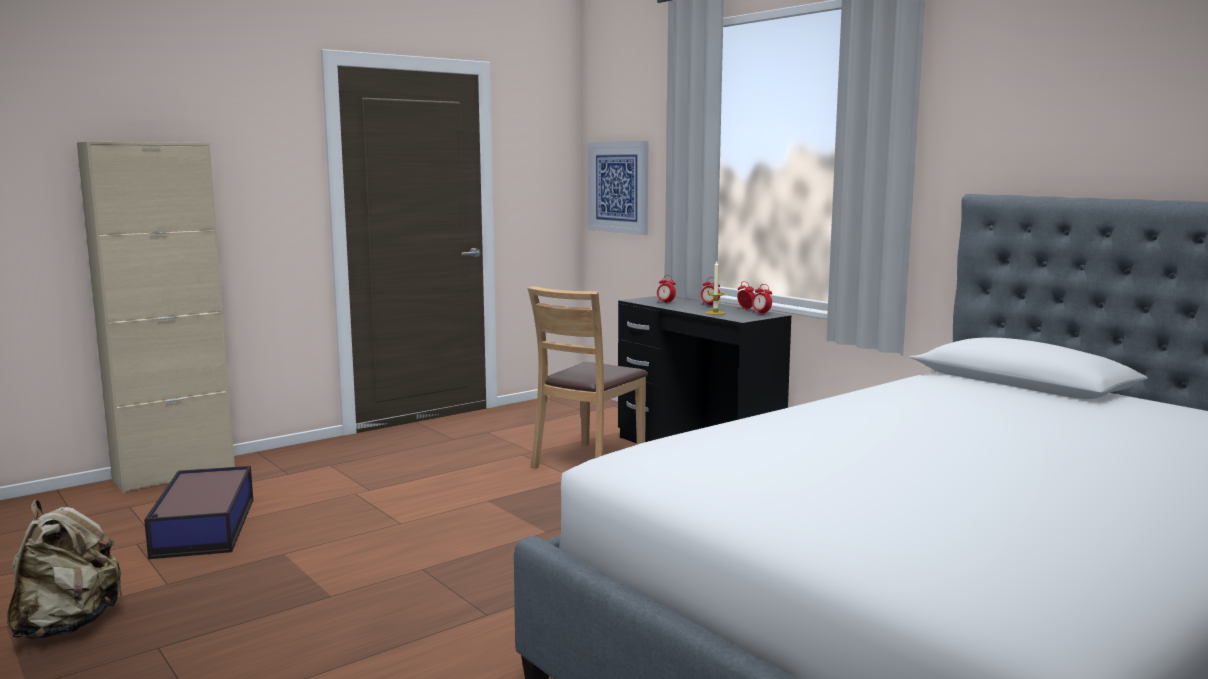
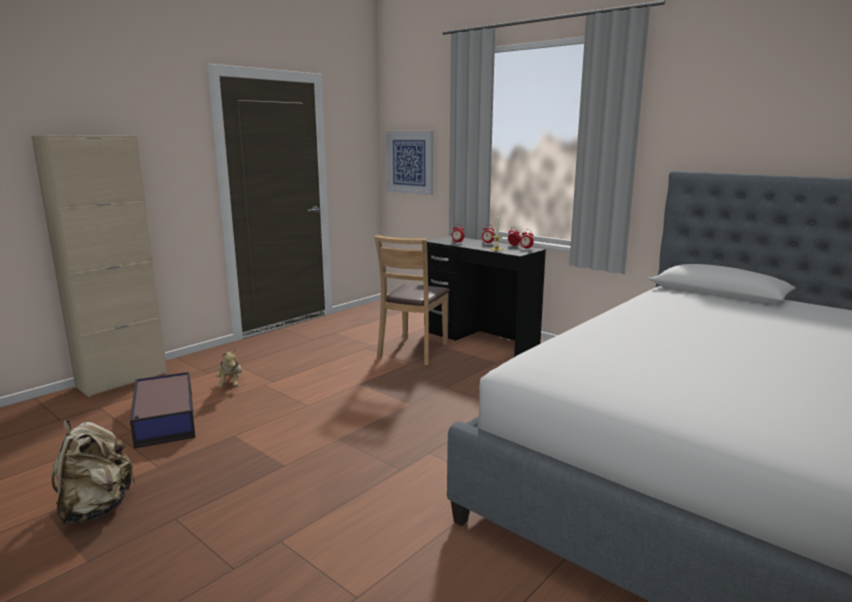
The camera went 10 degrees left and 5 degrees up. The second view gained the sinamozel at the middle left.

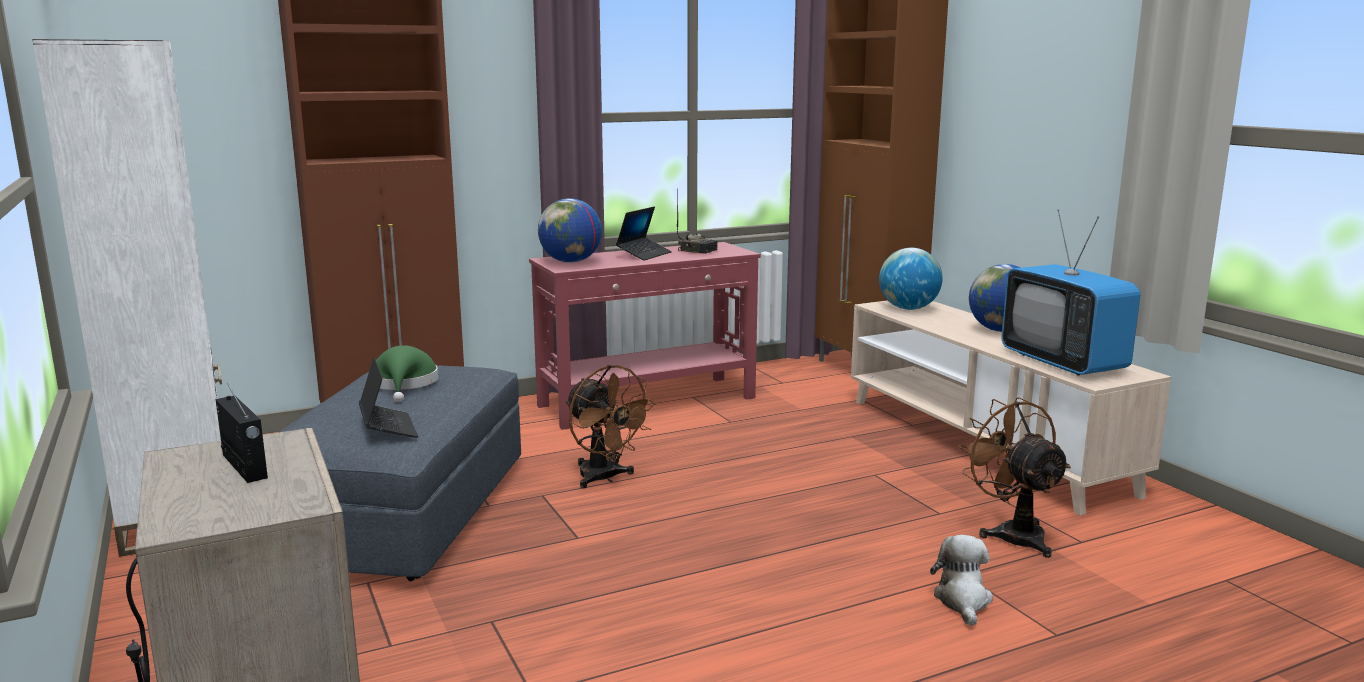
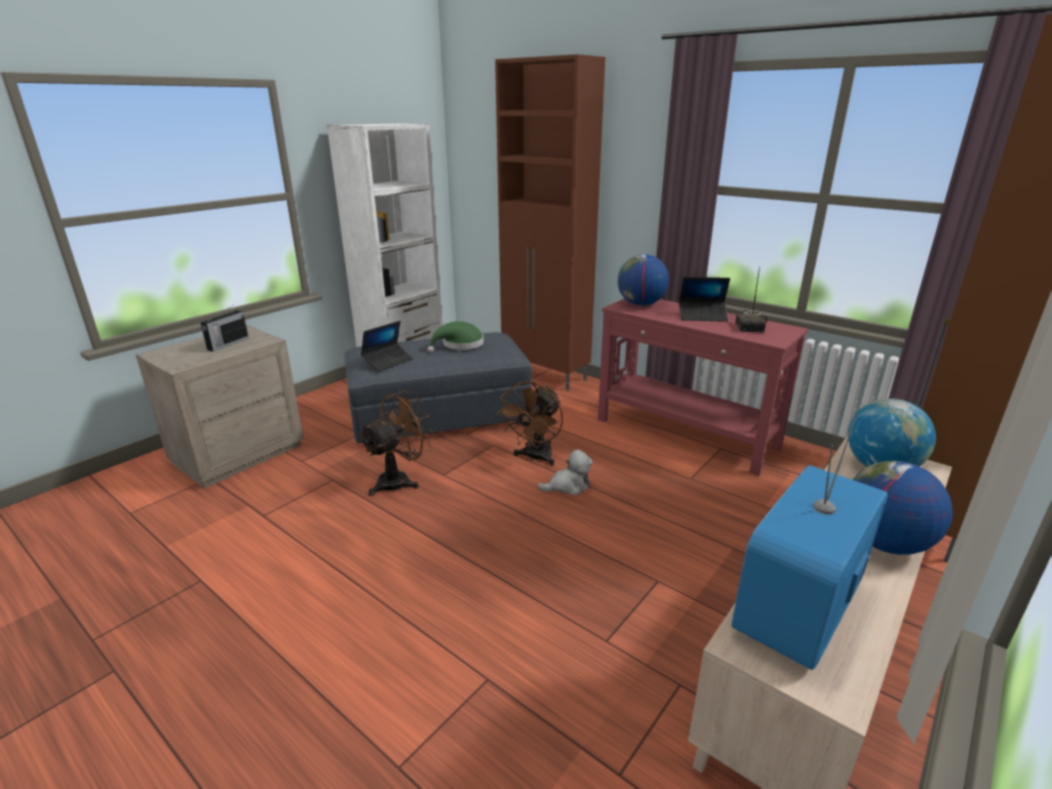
The camera went 65 degrees right and 10 degrees up. The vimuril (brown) (2nd from left in the first image) ended up elsewhere, having gone from the bottom right to the centre. The sinamozel ended up elsewhere, having gone from the bottom right to the centre.

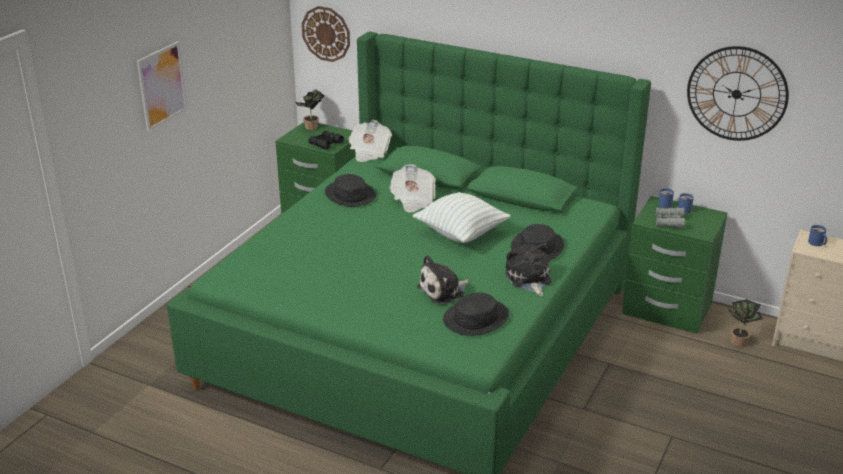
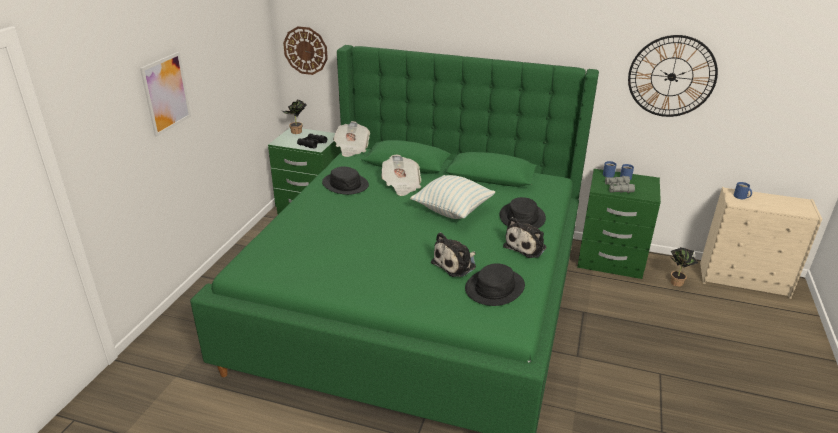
The camera went 10 degrees left and 0 degrees up. The sinamozel (2nd from left) at the centre ended up facing another way, 120 degrees counterclockwise from before.

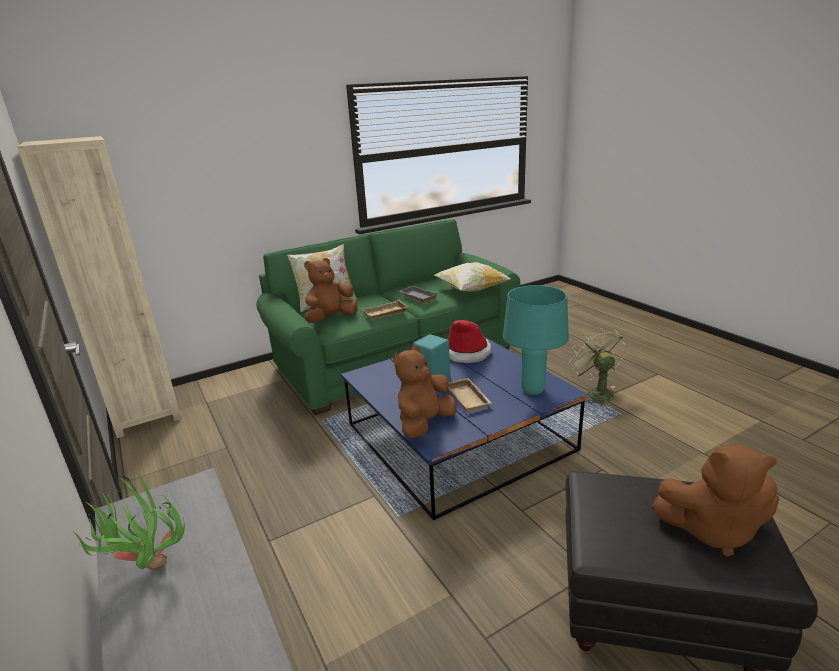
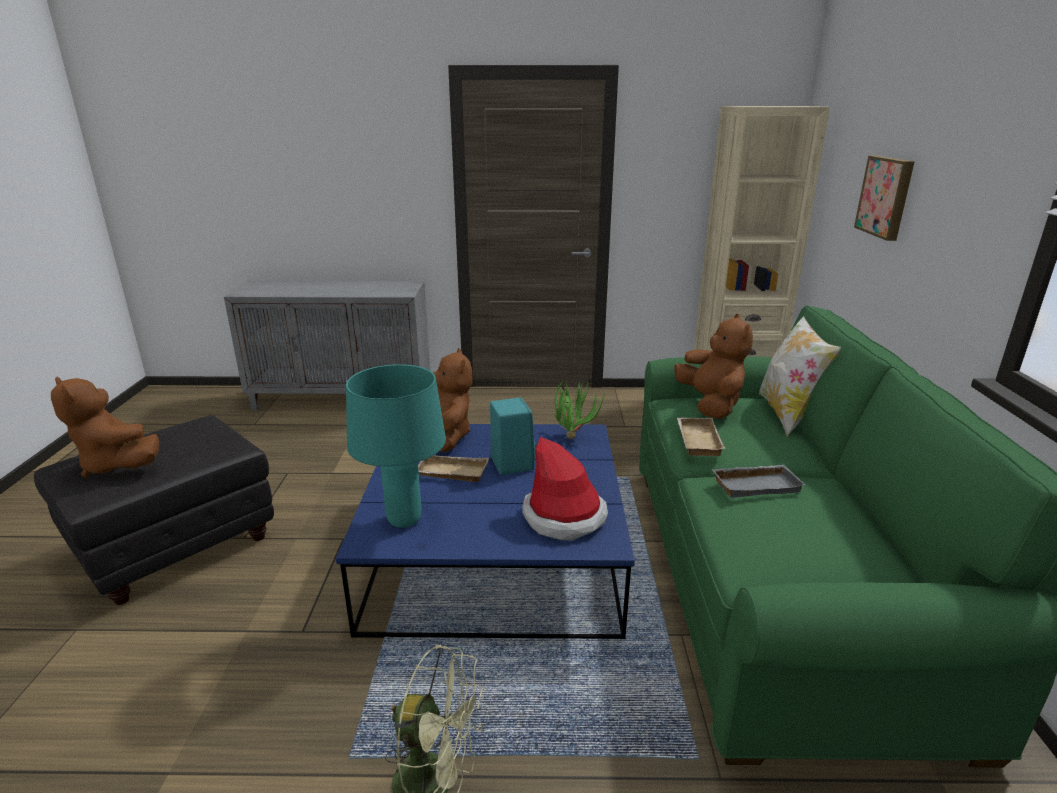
The camera went 120 degrees right and 0 degrees up. The sinamozel (brown) (3rd from left in the first image) at the bottom right ended up facing another way, 90 degrees counterclockwise from before. The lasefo ended up elsewhere, having gone from the bottom left to the centre. The second view gained the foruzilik at the top right. The second view lost the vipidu (2nd from left) at the centre.

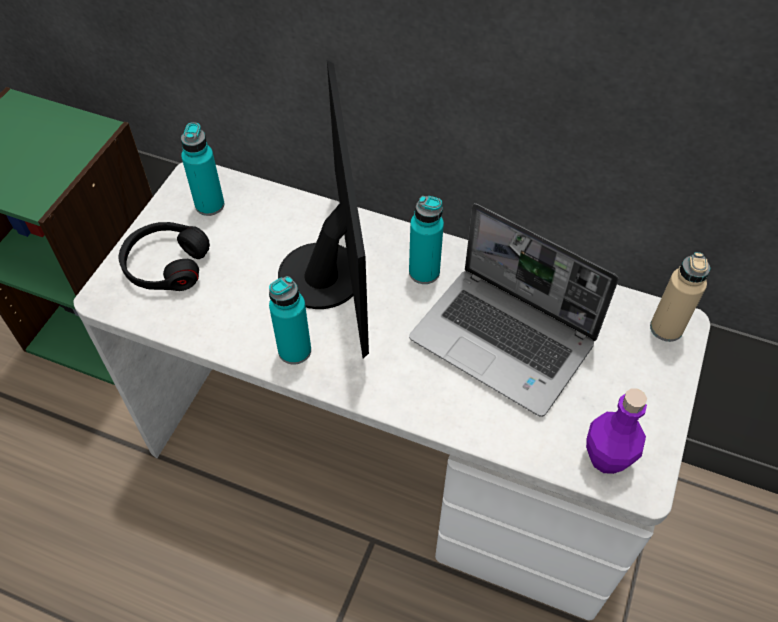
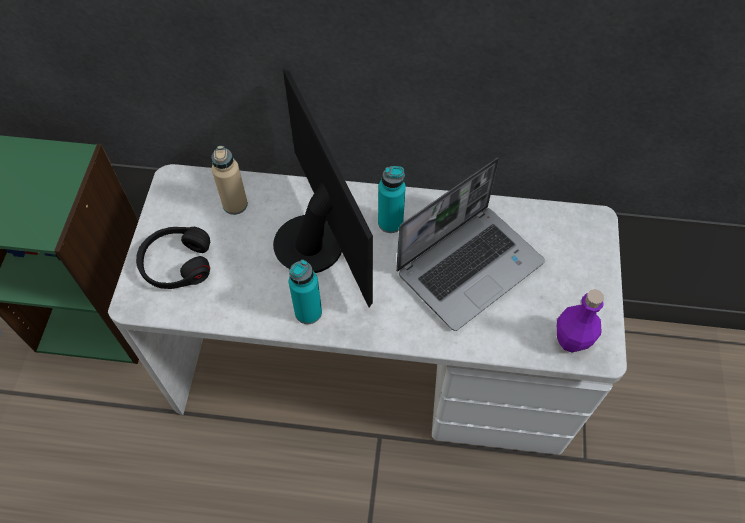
The camera went 15 degrees left and 5 degrees up. The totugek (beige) ended up elsewhere, having gone from the middle right to the middle left. The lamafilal at the centre ended up facing another way, 60 degrees counterclockwise from before. The second view lost the totugek (turquoise) (1st from left) at the top left.

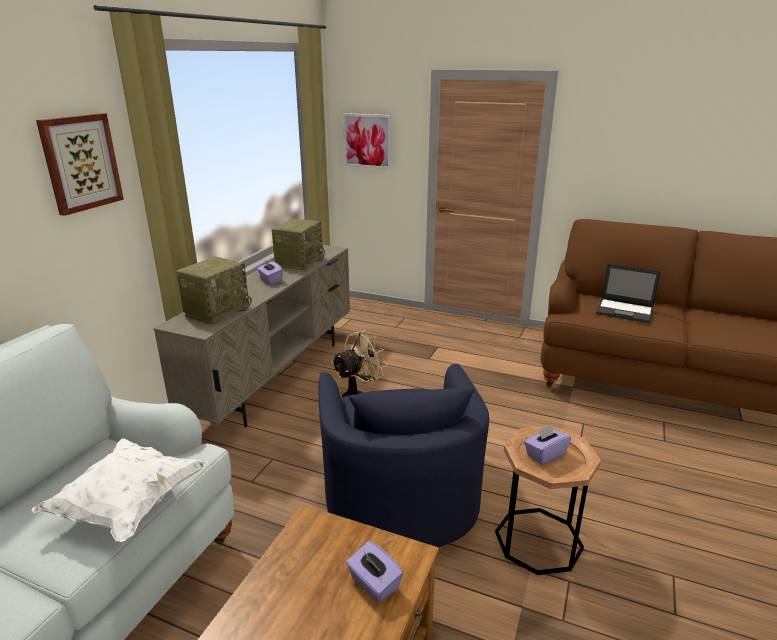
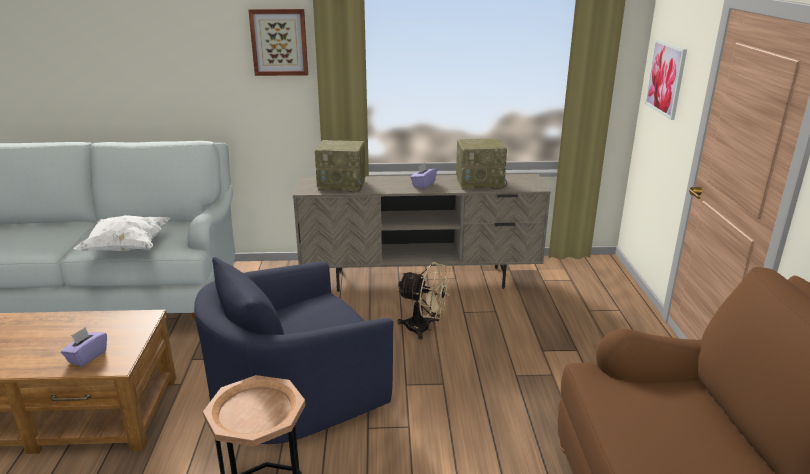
The camera went 65 degrees right and 0 degrees up. The second view lost the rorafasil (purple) (3rd from left) at the bottom right. The second view lost the lamafilal at the middle right.

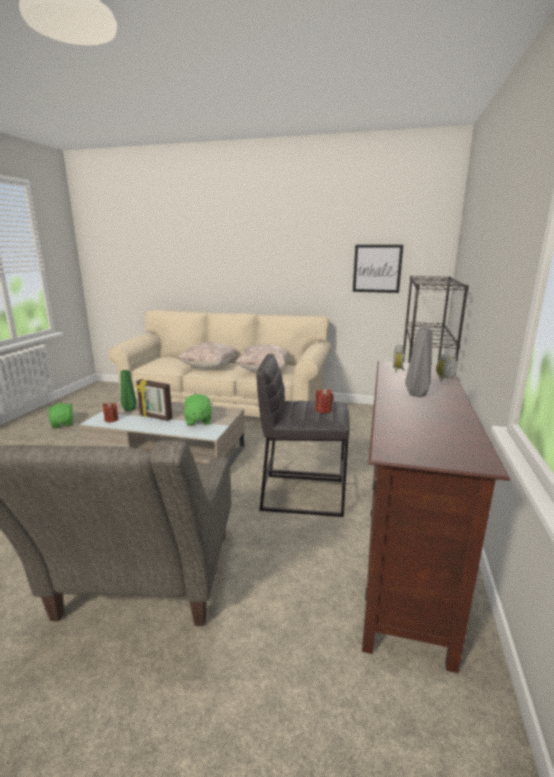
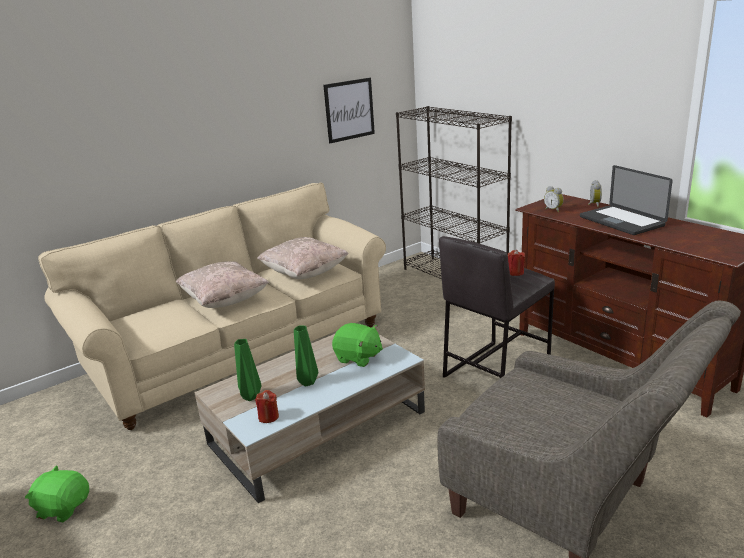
The camera went 50 degrees left and 5 degrees up. Where the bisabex stood at the middle left, the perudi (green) (2nd from left) came to stand at the centre. Where the perudi (grey) stood at the middle right, the lamafilal came to stand at the middle right.

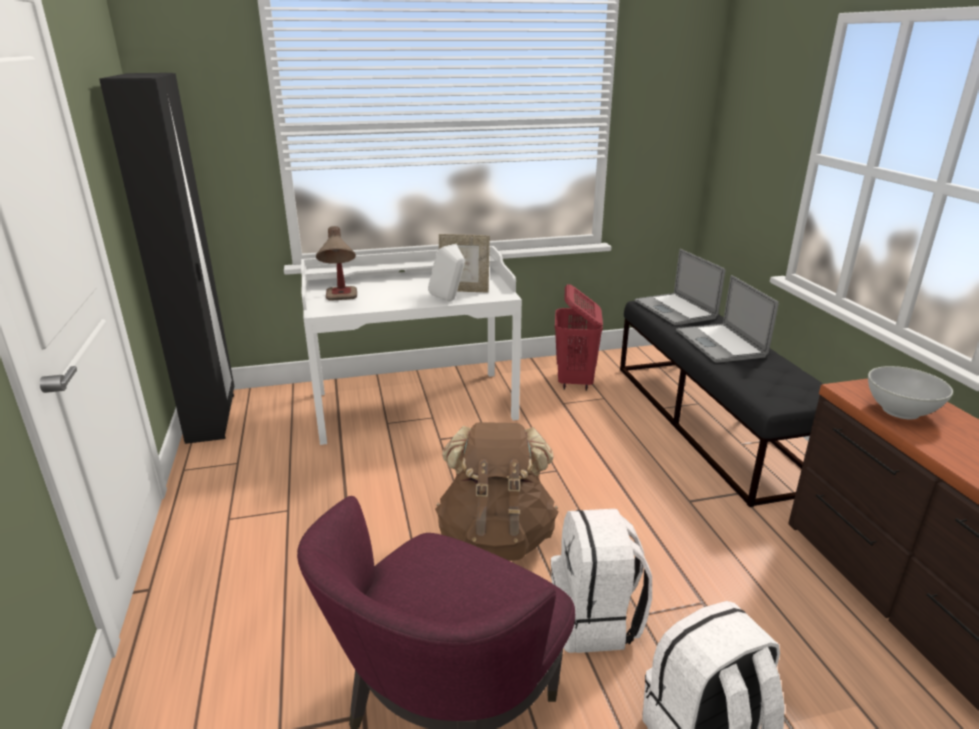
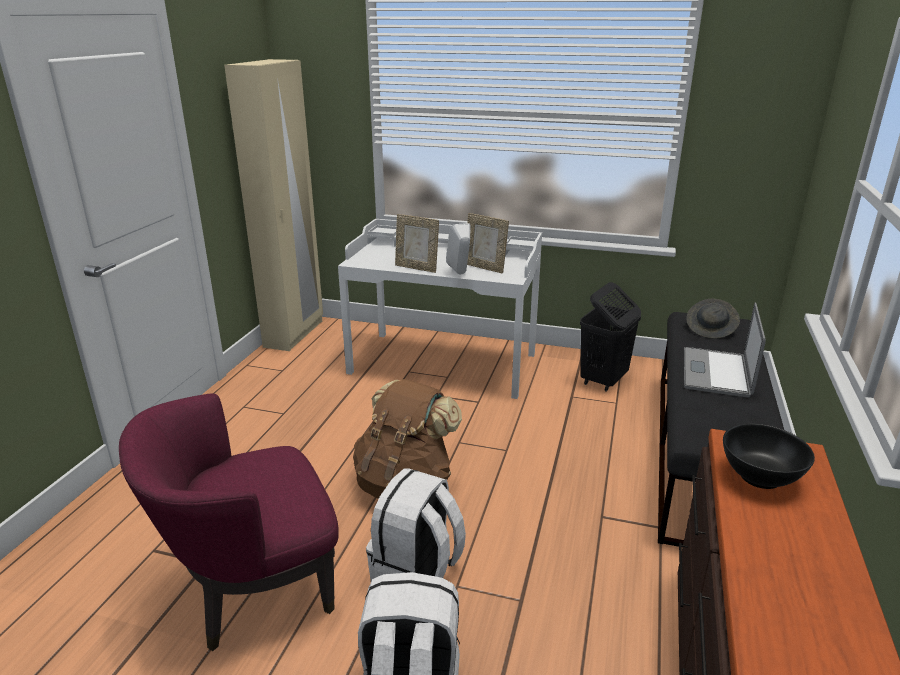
The camera went 30 degrees right and 0 degrees up. What was the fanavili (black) at the middle left turned into the fanavili (beige) at the top left. The second view gained the bisabex (1st from left) at the centre. What was the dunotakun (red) at the centre turned into the dunotakun (black) at the middle right. Where the lamafilal (1st from left) stood at the middle right, the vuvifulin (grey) came to stand at the middle right. What was the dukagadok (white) at the middle right turned into the dukagadok (black) at the bottom right. The second view lost the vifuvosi at the centre.

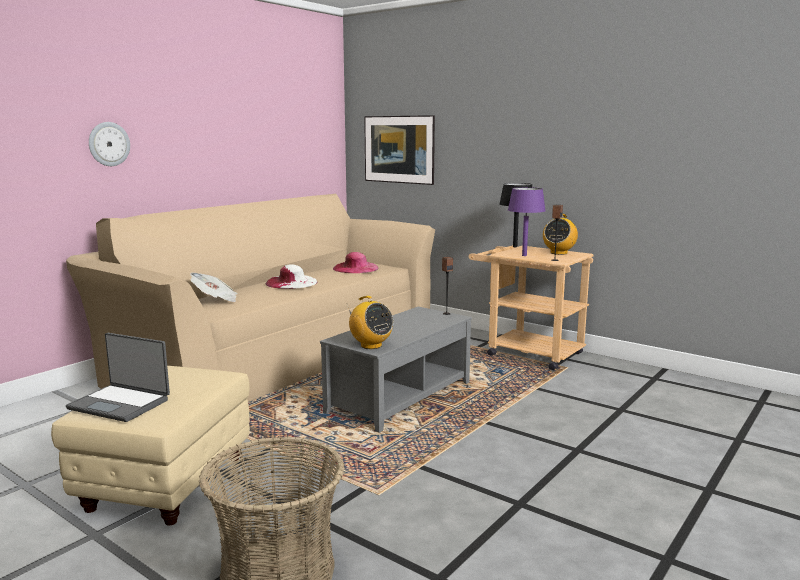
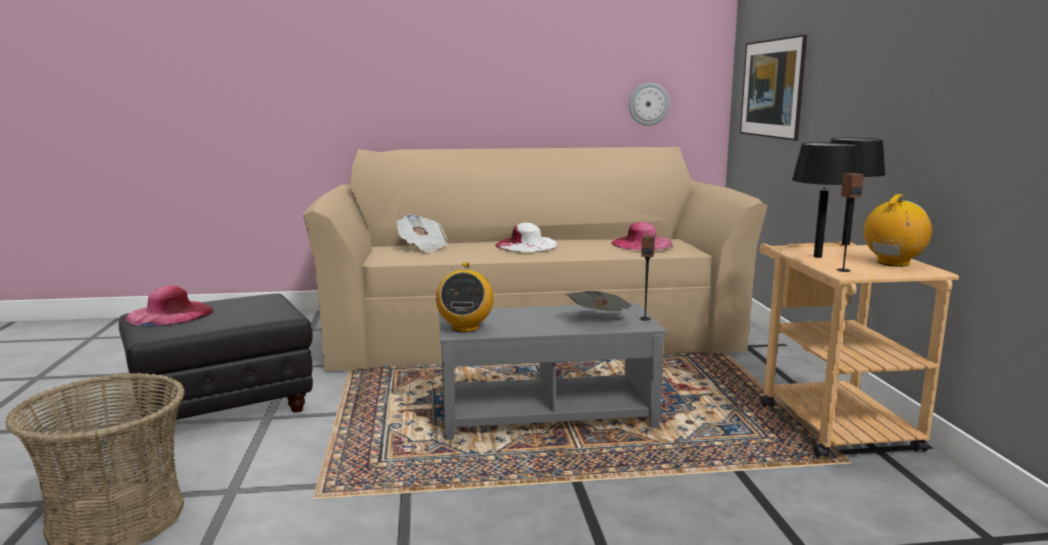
The camera went 45 degrees right and 0 degrees up. What was the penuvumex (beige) at the bottom left turned into the penuvumex (black) at the bottom left. Where the lamafilal stood at the middle left, the vuvifulin (pink) (1st from left) came to stand at the middle left. The second view gained the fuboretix (2nd from left) at the centre. The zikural ended up elsewhere, having gone from the top left to the top centre. What was the vifuvosi (purple) at the centre turned into the vifuvosi (black) (1st from left) at the middle right. The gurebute (2nd from left) at the middle right ended up facing another way, 150 degrees clockwise from before.

